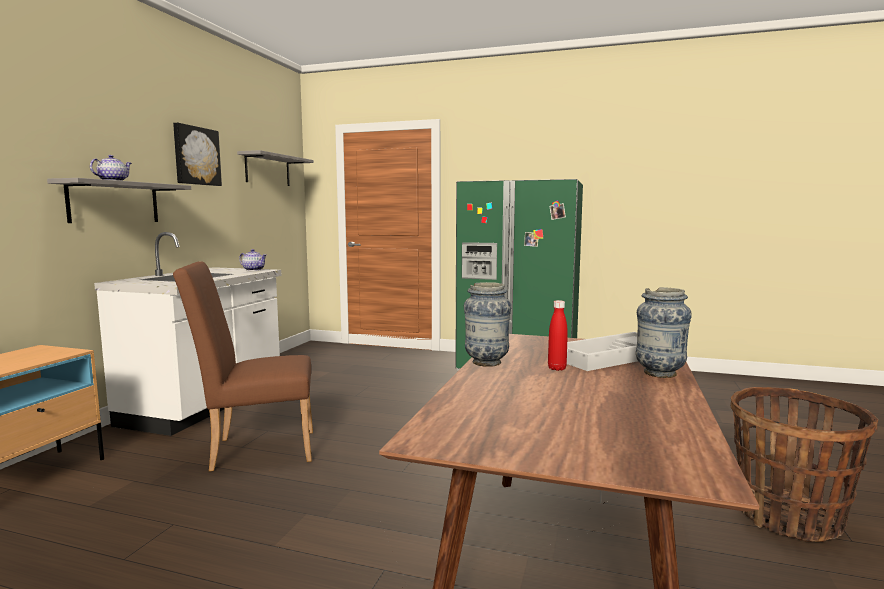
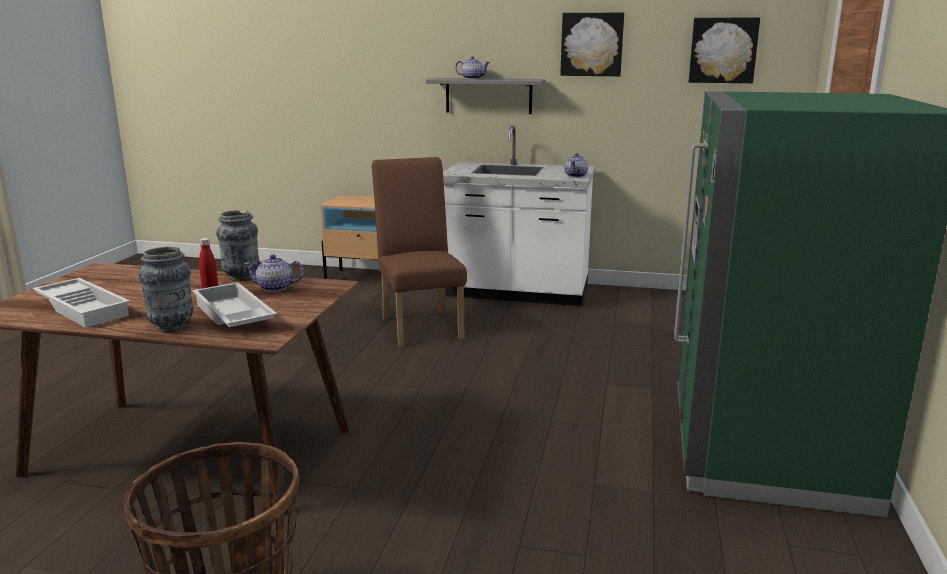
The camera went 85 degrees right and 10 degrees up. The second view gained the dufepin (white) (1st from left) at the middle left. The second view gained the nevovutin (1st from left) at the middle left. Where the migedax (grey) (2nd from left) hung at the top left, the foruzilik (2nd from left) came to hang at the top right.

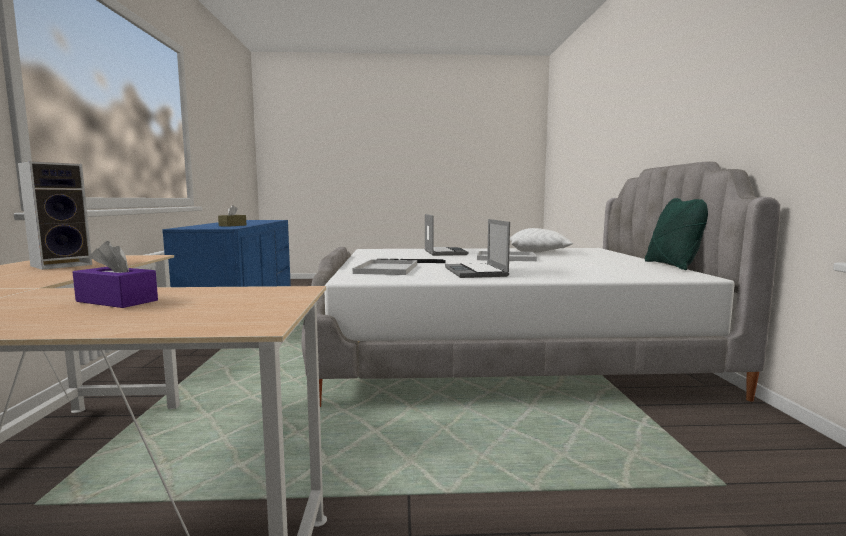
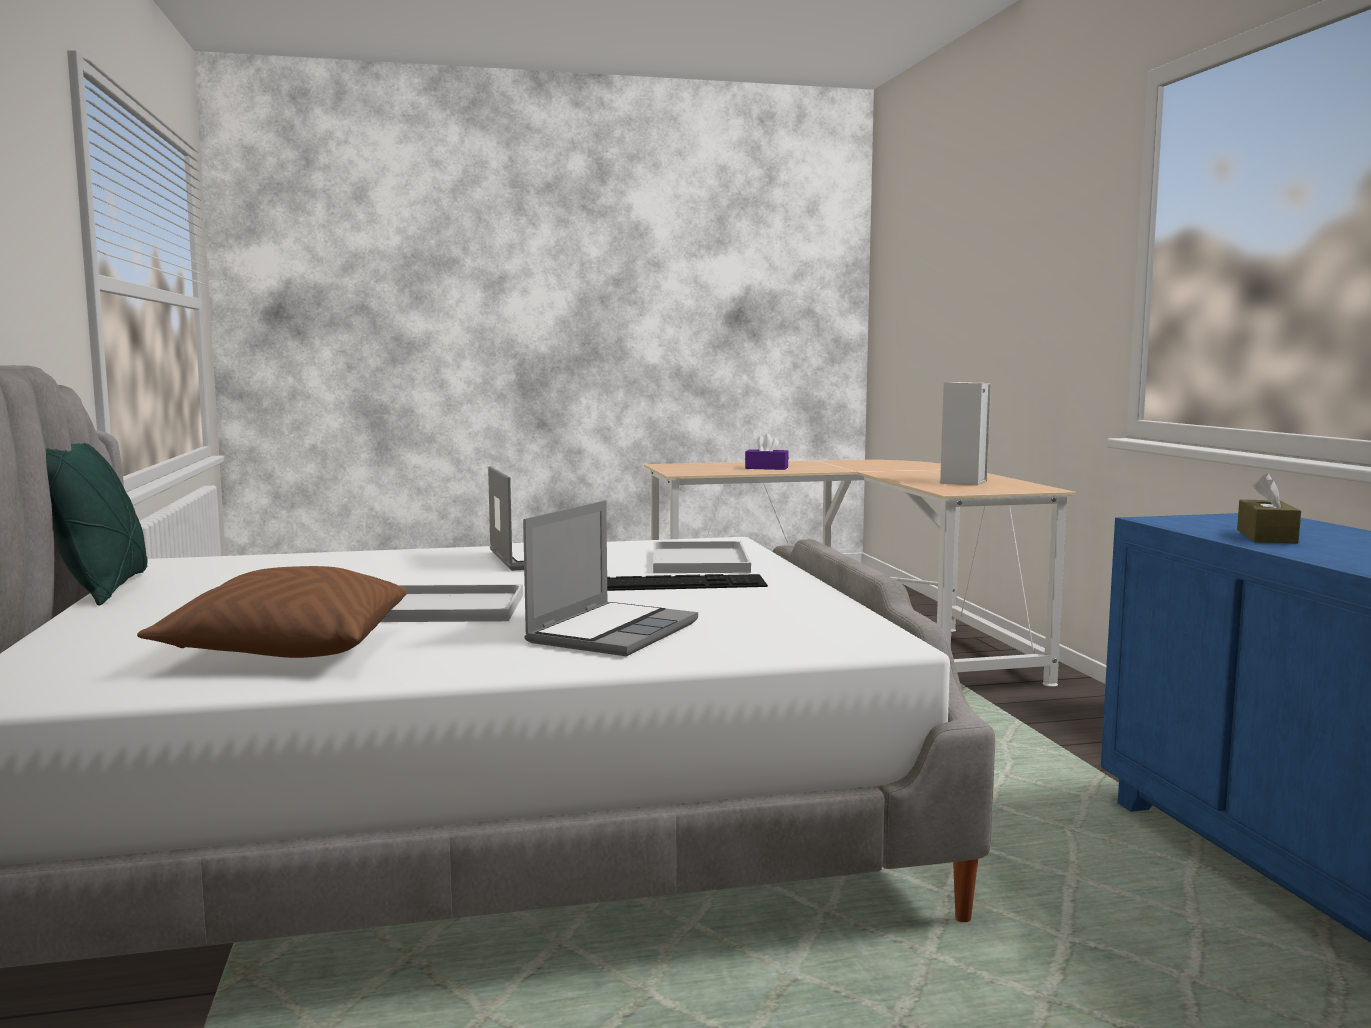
The camera went 170 degrees right and 0 degrees up. What was the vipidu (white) at the centre turned into the vipidu (brown) at the middle left. The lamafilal (1st from left in the first image) at the centre ended up facing another way, 135 degrees counterclockwise from before.

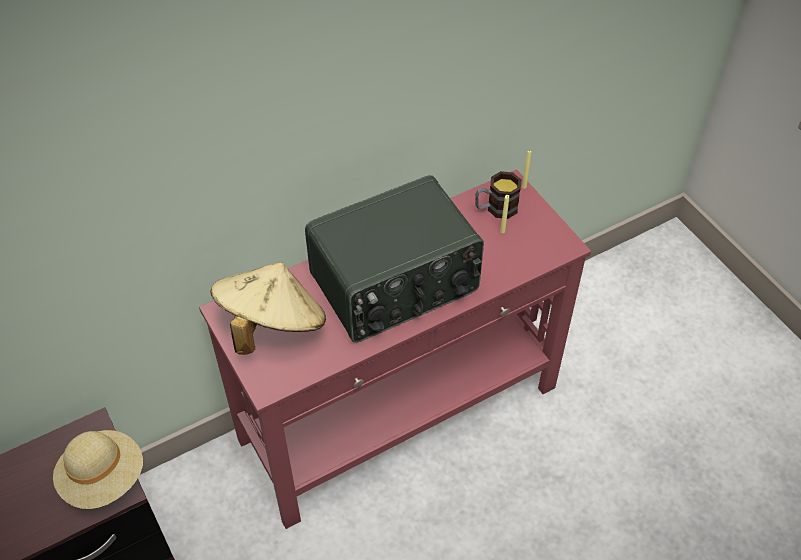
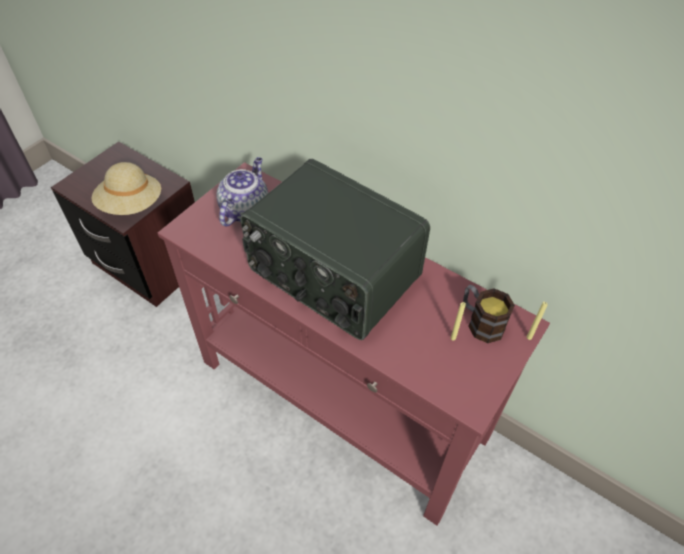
The camera went 65 degrees right and 0 degrees up. Where the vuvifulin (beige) (2nd from left) stood at the centre, the nevovutin came to stand at the centre.

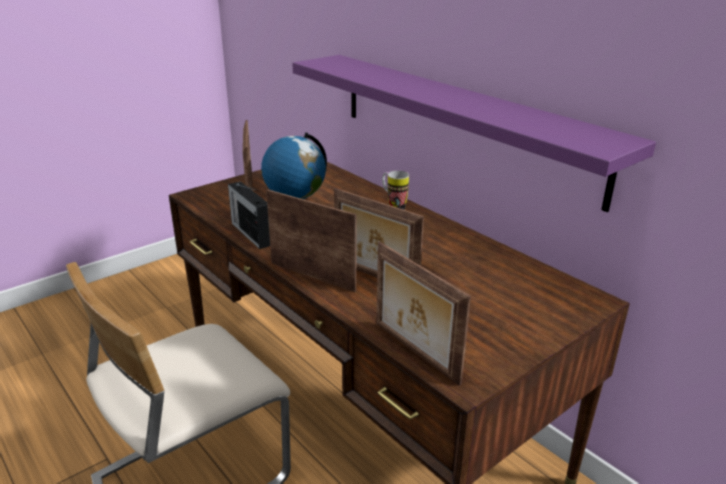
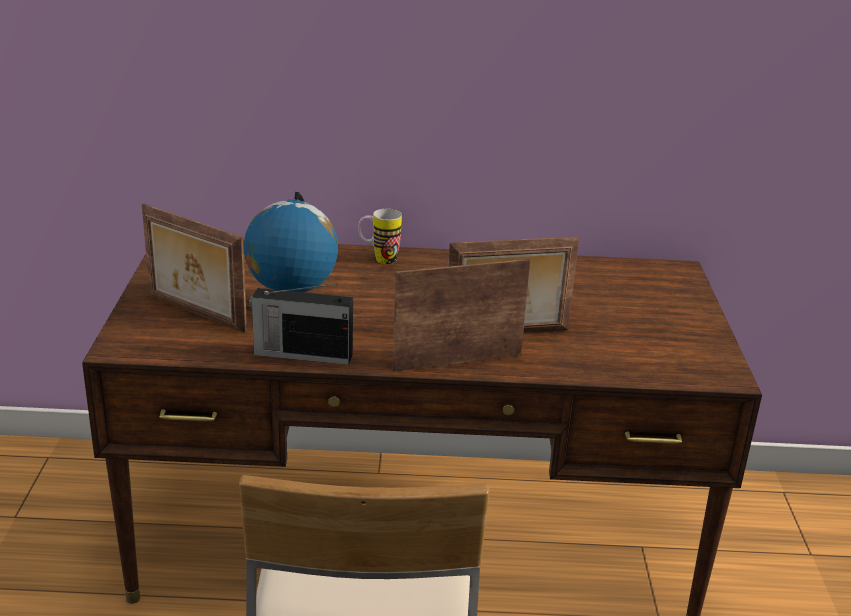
The camera went 50 degrees left and 0 degrees up. The second view lost the migedax (purple) at the top centre. The second view lost the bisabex (4th from left) at the centre.

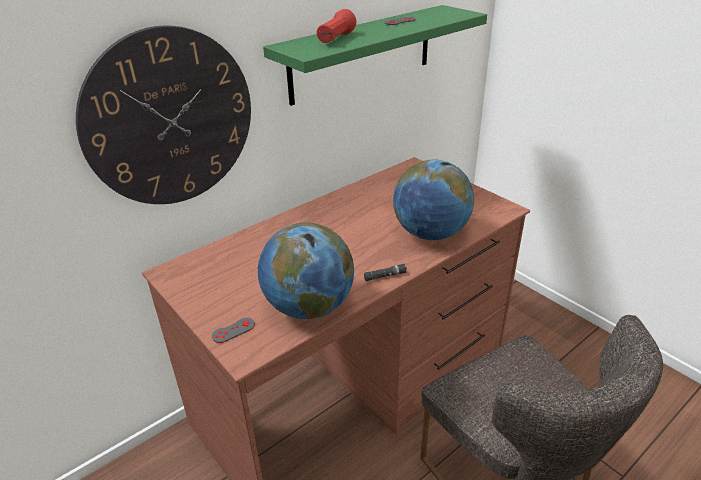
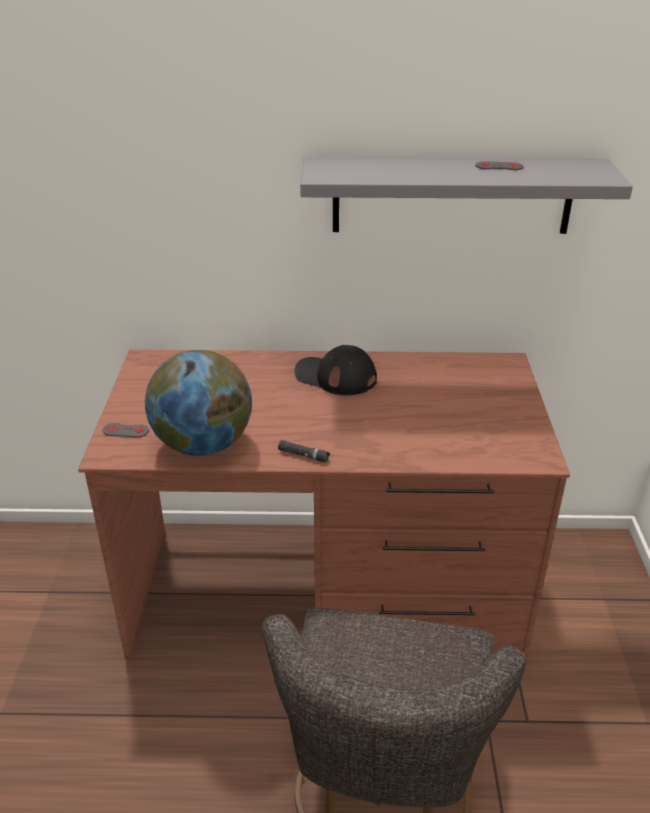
The camera went 40 degrees right and 0 degrees up. The second view gained the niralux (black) at the centre. What was the migedax (green) at the top centre turned into the migedax (grey) at the top right. The second view lost the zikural at the top left. The second view lost the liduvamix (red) at the top centre. The second view lost the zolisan (2nd from left) at the centre.

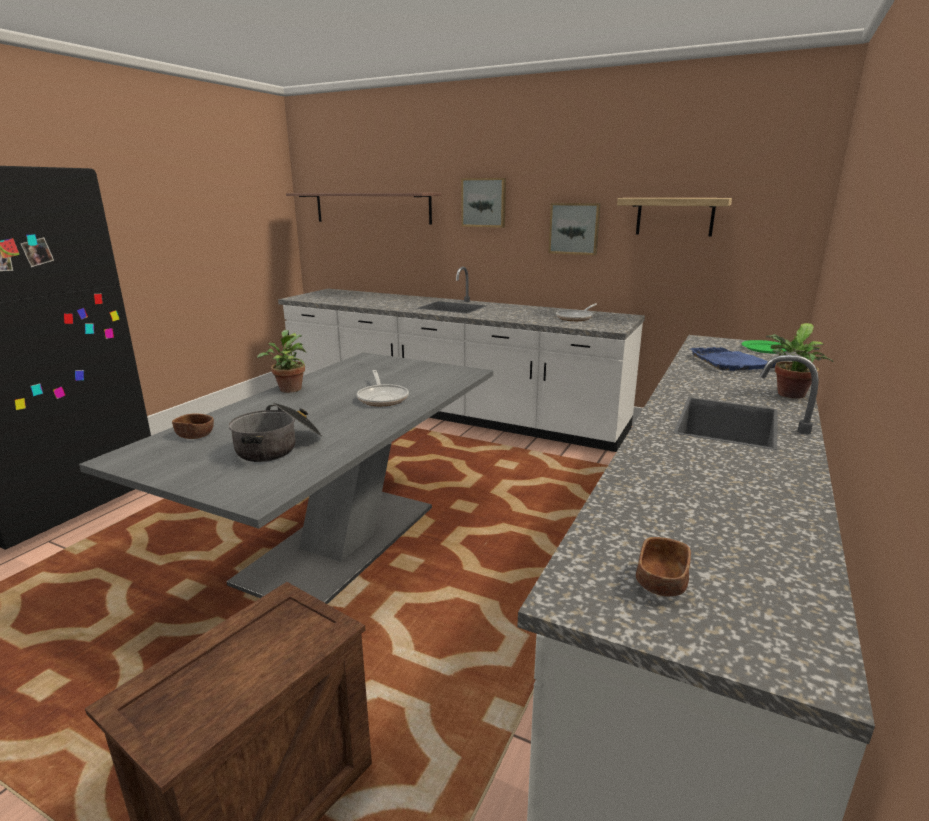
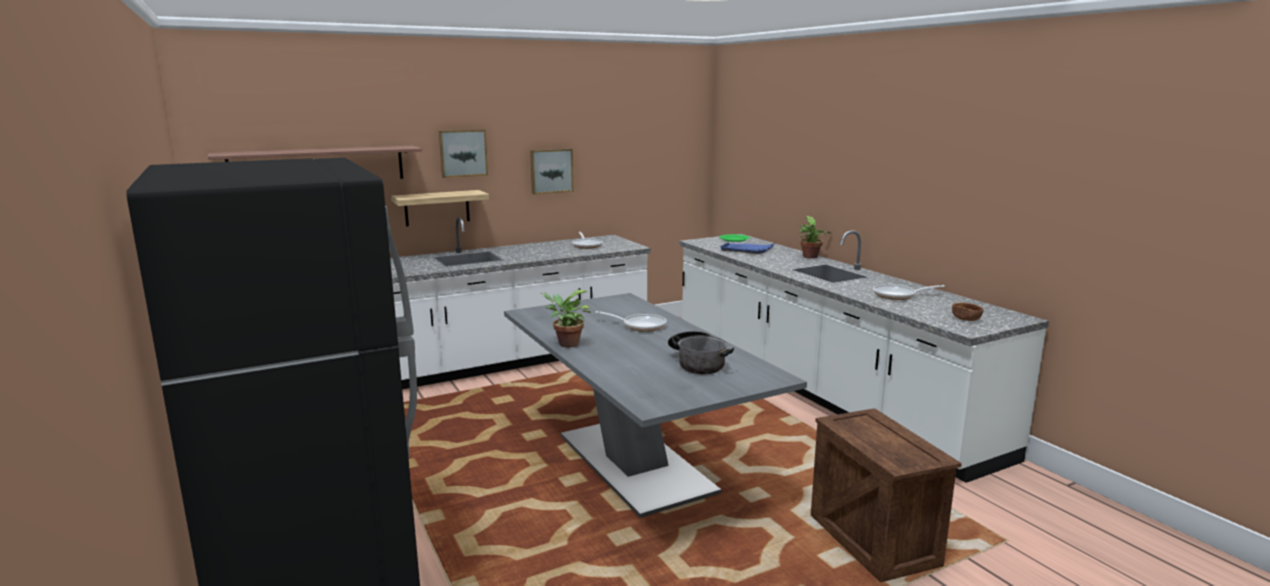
The camera went 55 degrees left and 5 degrees down. The migedax (2nd from left) ended up elsewhere, having gone from the top right to the centre. The second view gained the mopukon (3rd from left) at the middle right. The second view lost the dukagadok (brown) (1st from left) at the middle left.

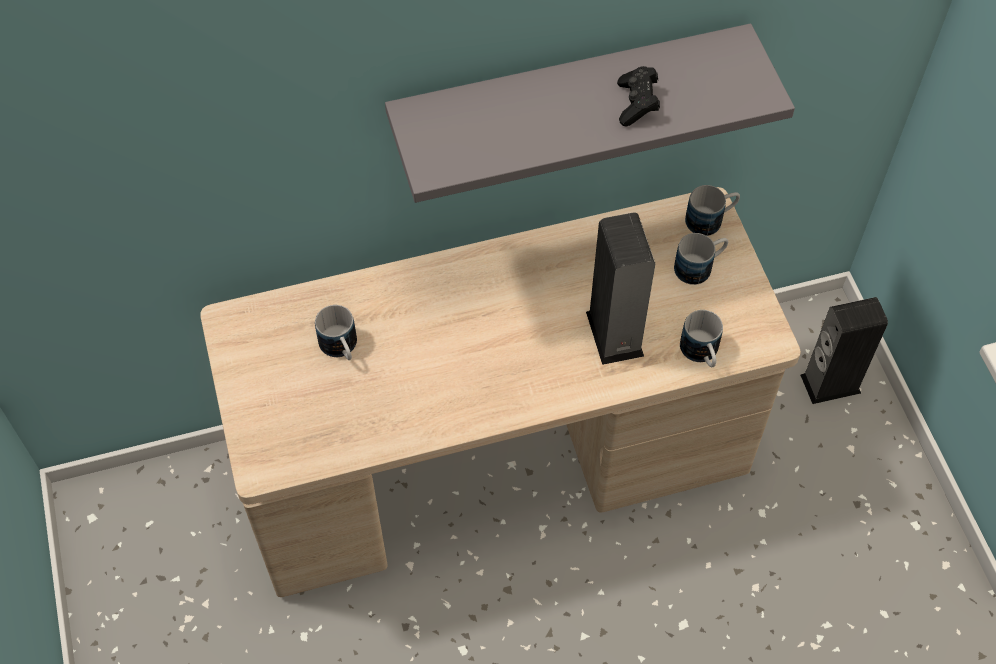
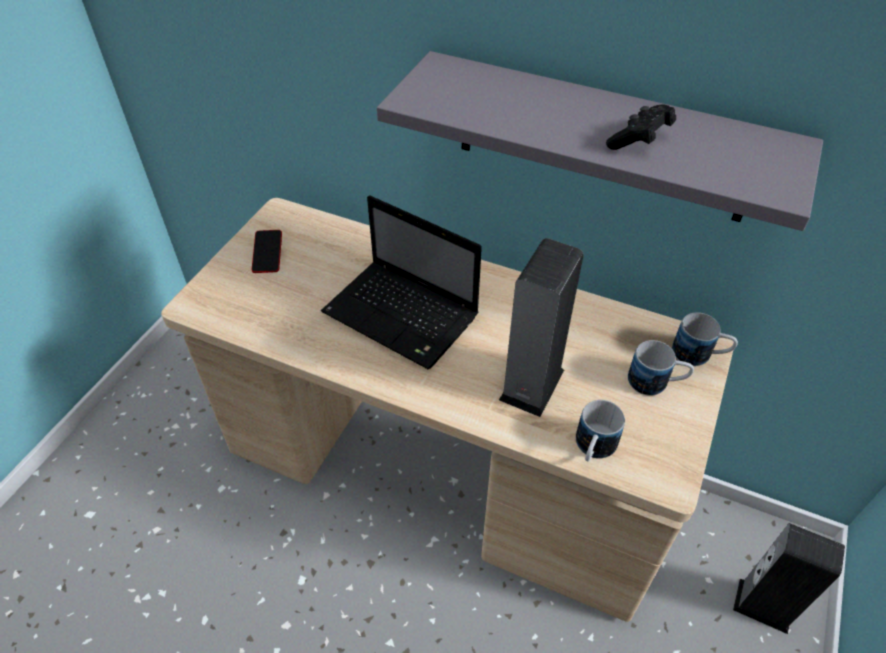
The camera went 40 degrees right and 10 degrees down. The second view gained the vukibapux at the middle left. The second view gained the lamafilal at the centre. The second view lost the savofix (1st from left) at the centre.

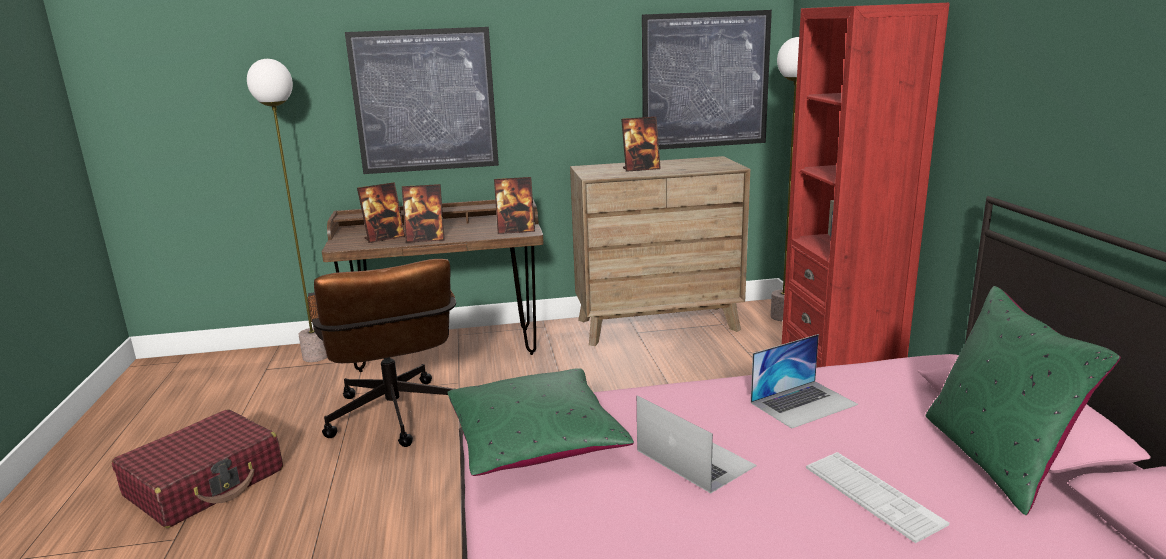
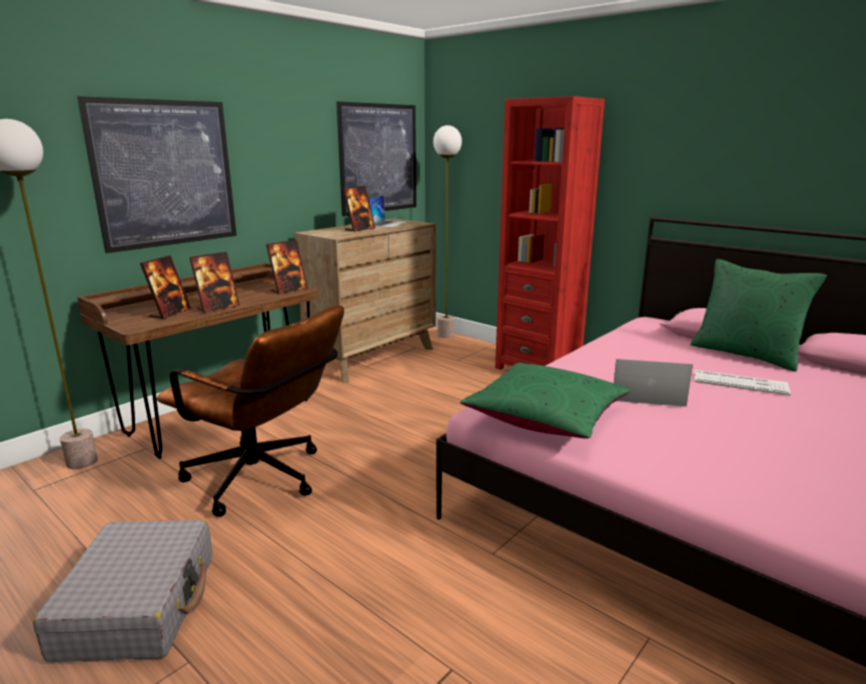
The camera went 40 degrees left and 0 degrees up. What was the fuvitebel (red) at the bottom left turned into the fuvitebel (grey) at the bottom left. The lamafilal (2nd from left in the first image) ended up elsewhere, having gone from the bottom right to the top centre.

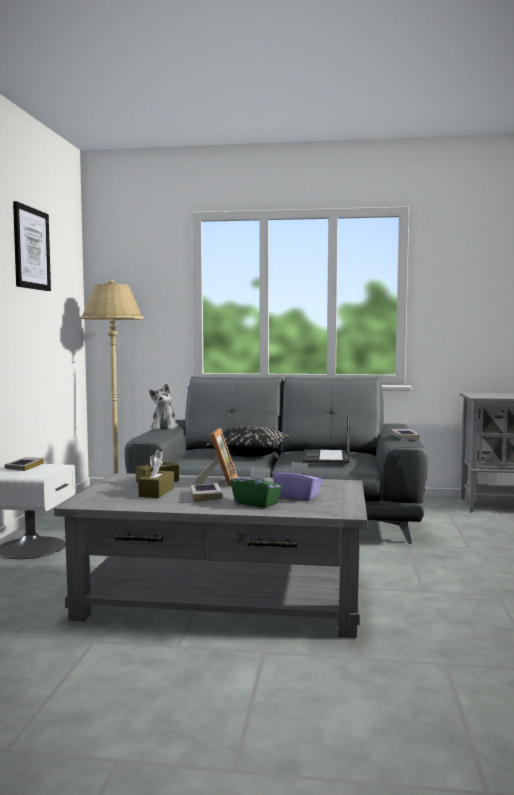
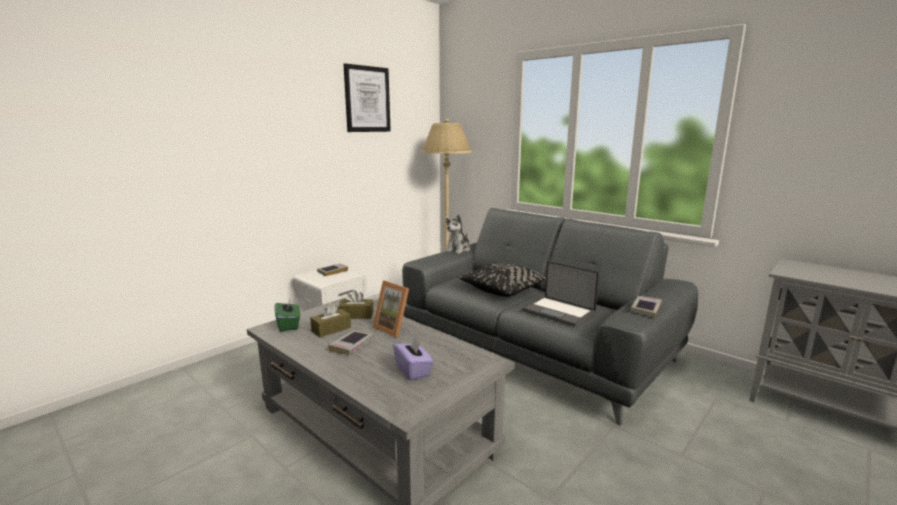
The camera went 35 degrees right and 10 degrees up. The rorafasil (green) ended up elsewhere, having gone from the centre to the middle left. The bisabex at the centre ended up facing another way, 90 degrees clockwise from before. The lamafilal at the centre ended up facing another way, 90 degrees counterclockwise from before.

